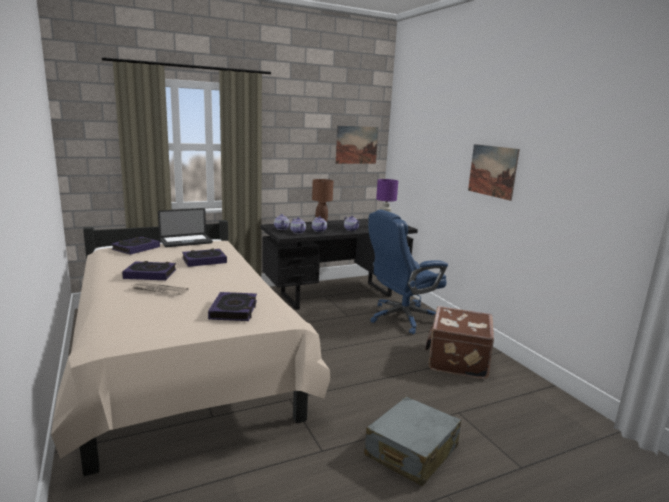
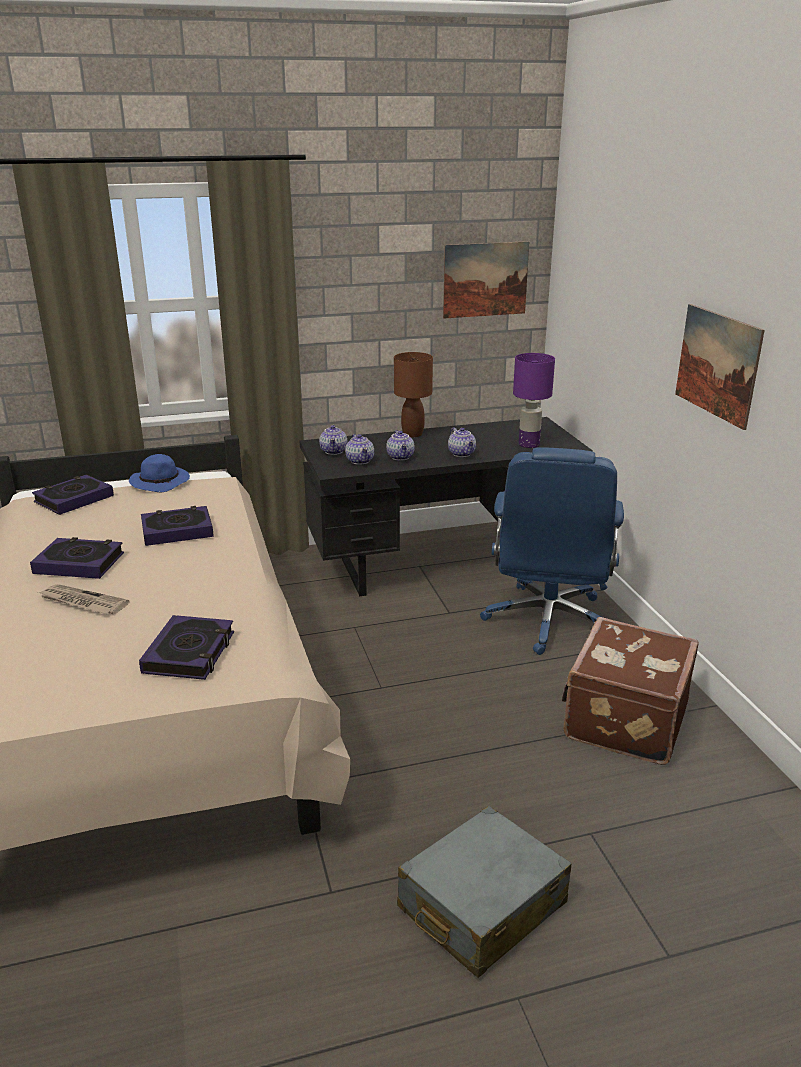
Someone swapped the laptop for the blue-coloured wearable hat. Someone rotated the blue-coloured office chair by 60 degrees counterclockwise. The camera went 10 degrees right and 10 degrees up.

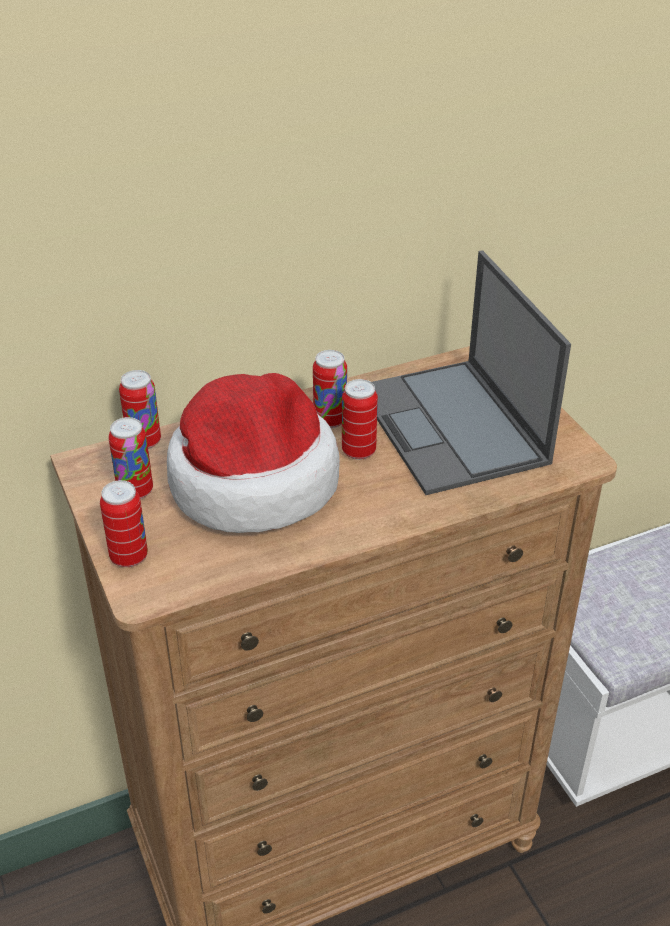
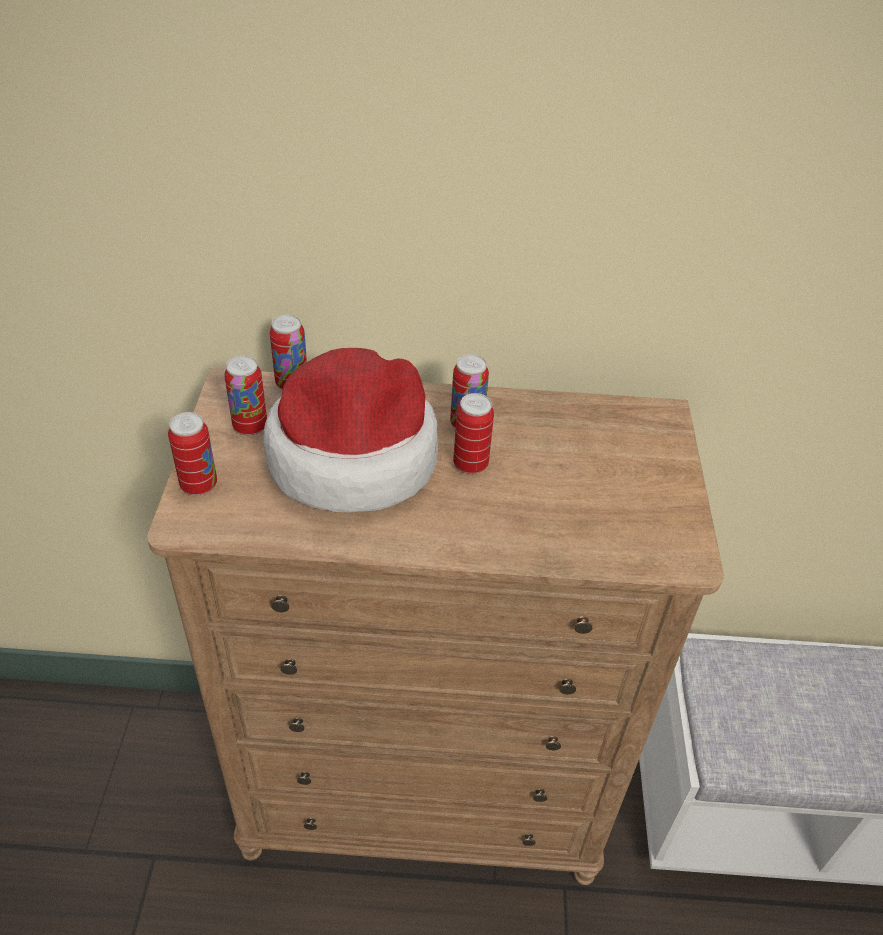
Someone took away the laptop. The camera went 25 degrees right and 5 degrees up.

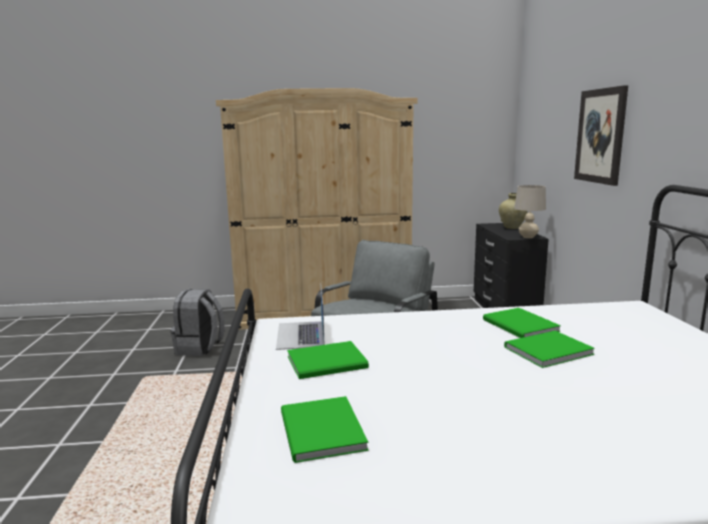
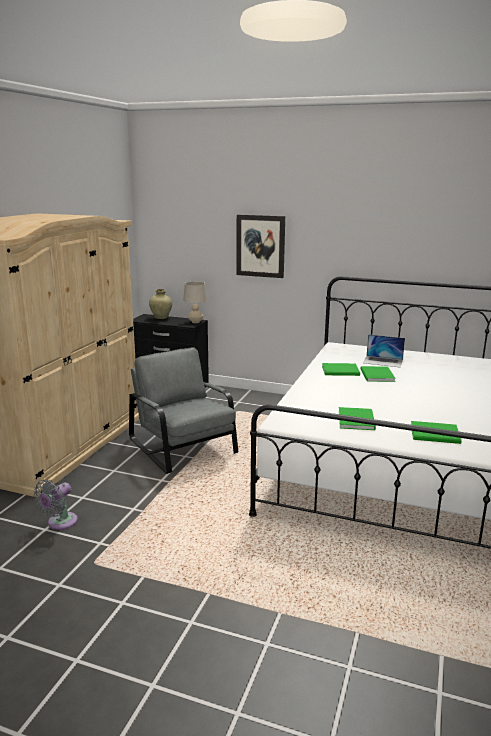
Someone carried the laptop. Someone swapped the gray backpack for the gray fan. The camera went 65 degrees left and 5 degrees up.

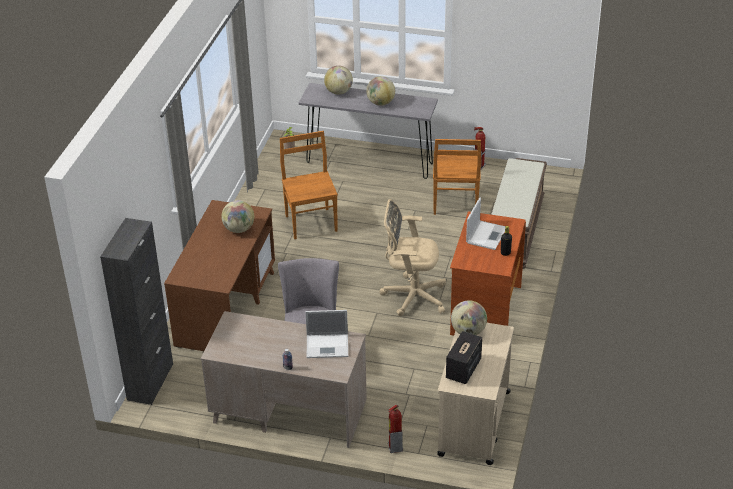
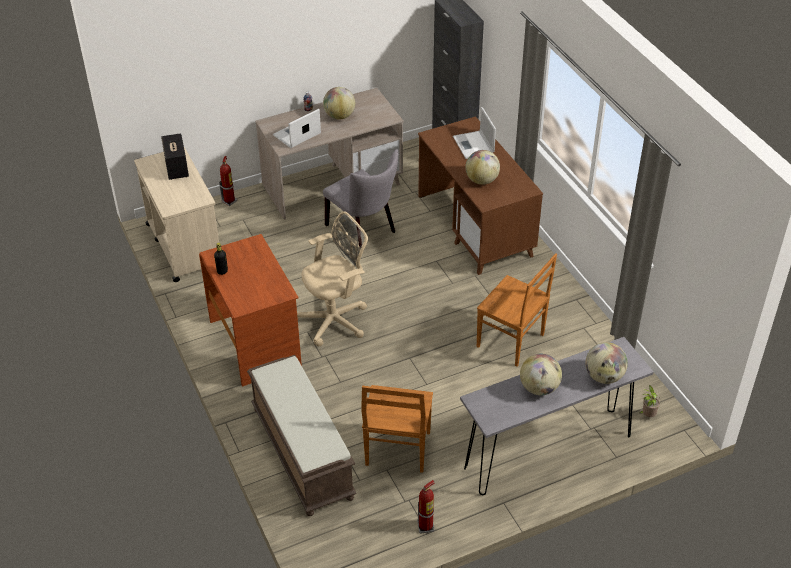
Someone rotated the brownish chair (2nd from left in the first image) by 135 degrees counterclockwise. Someone carried the laptop (2nd from left). Someone carried the desk globe (4th from left in the first image). The camera went 140 degrees right and 5 degrees up.

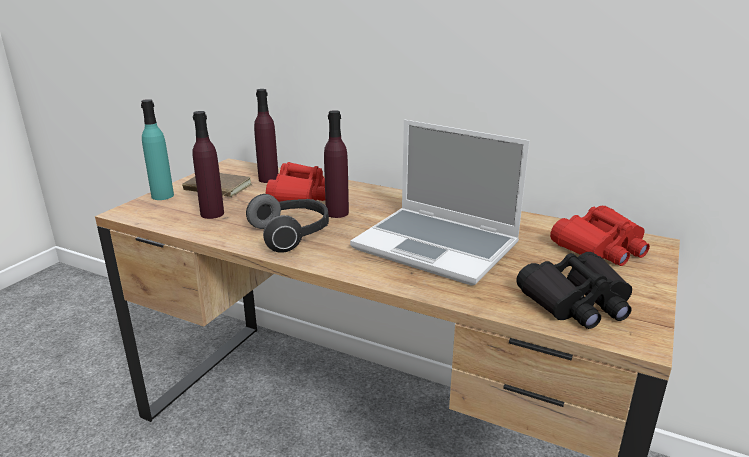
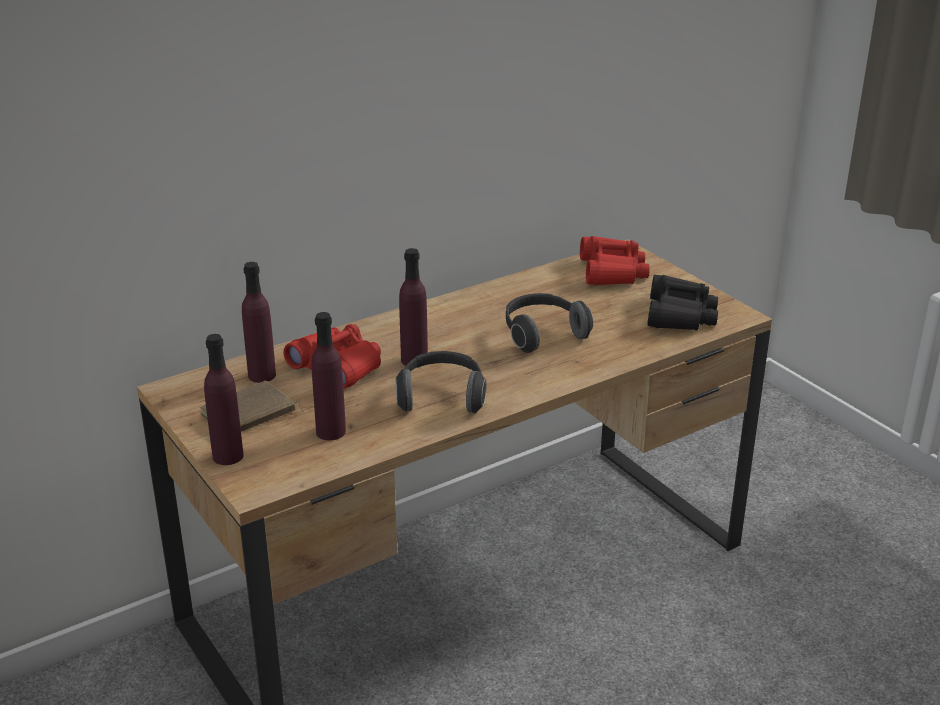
Someone repainted the turquoise-coloured bottle, which became the purple-coloured bottle (1st from left). Someone swapped the laptop for the headphones (2nd from left). The camera went 60 degrees left and 5 degrees up.

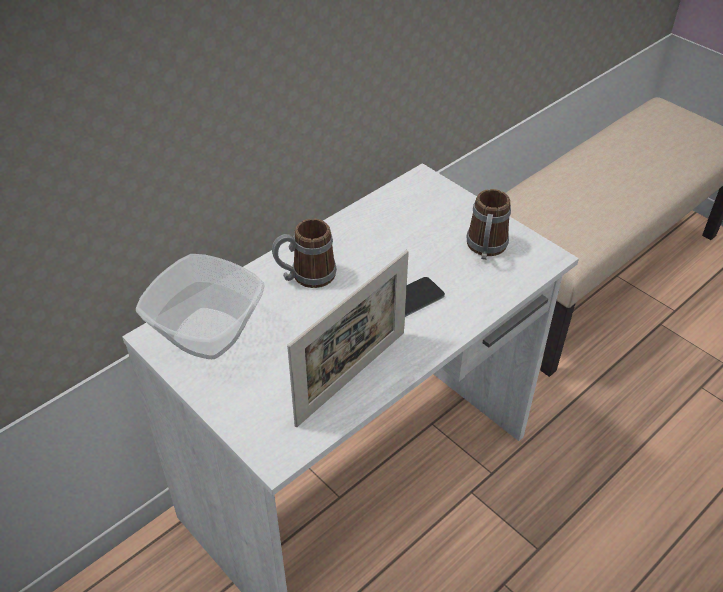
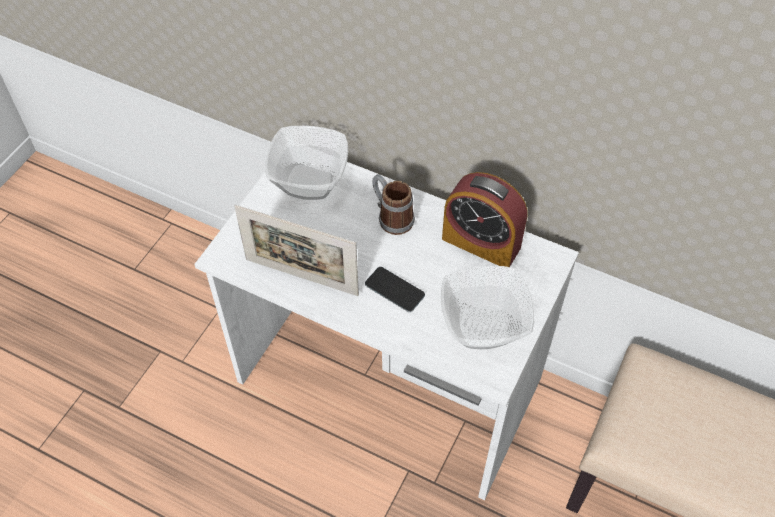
Someone swapped the tea mug (2nd from left) for the serving bowl (2nd from left). Someone put down the bedside clock. The camera went 70 degrees right and 10 degrees up.

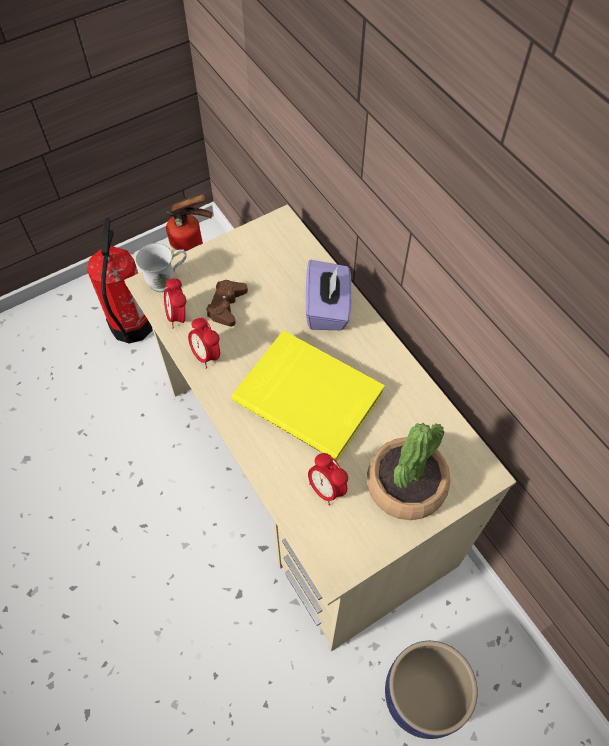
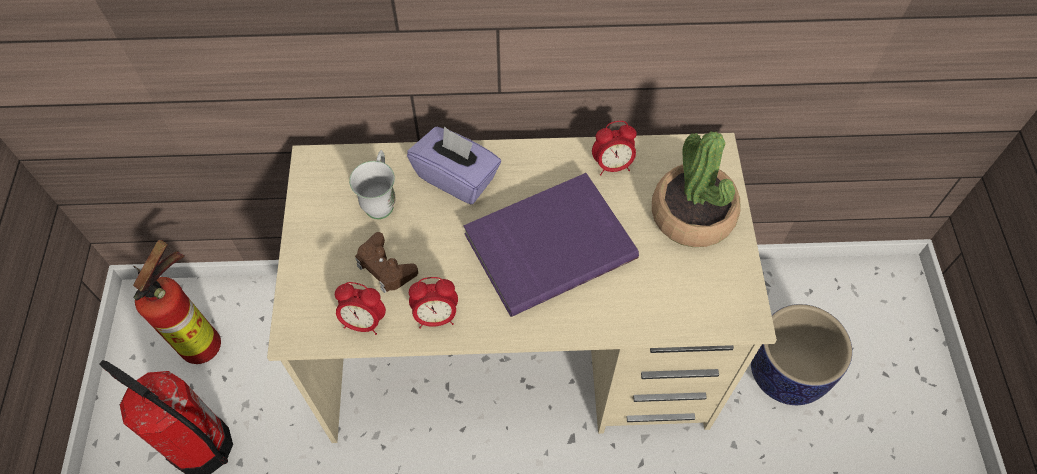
Someone carried the whitish tea mug. Someone repainted the yellow volume, which became the purple-coloured volume. Someone carried the bedside clock (3rd from left). The camera went 60 degrees left and 0 degrees up.

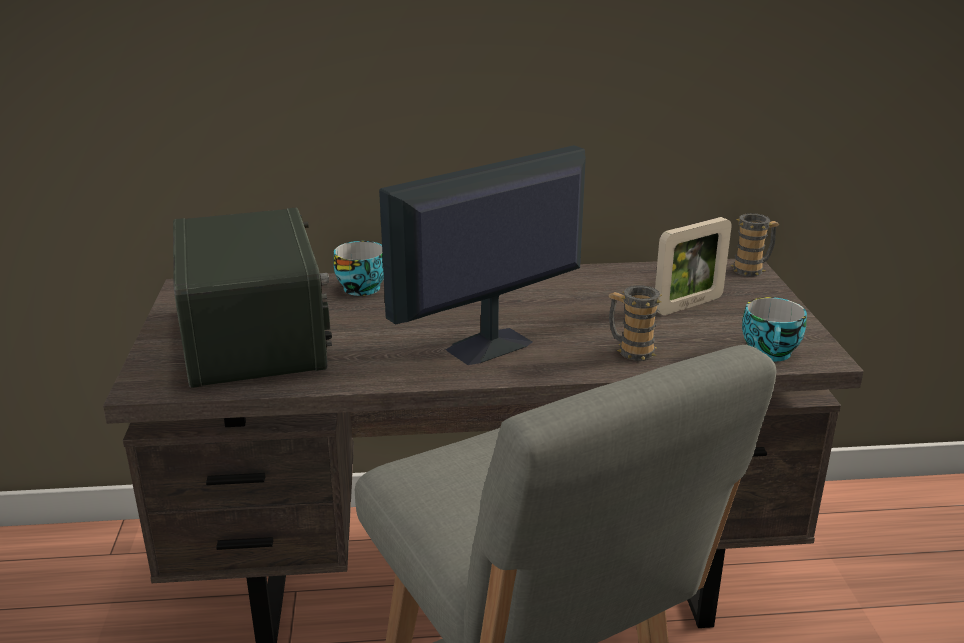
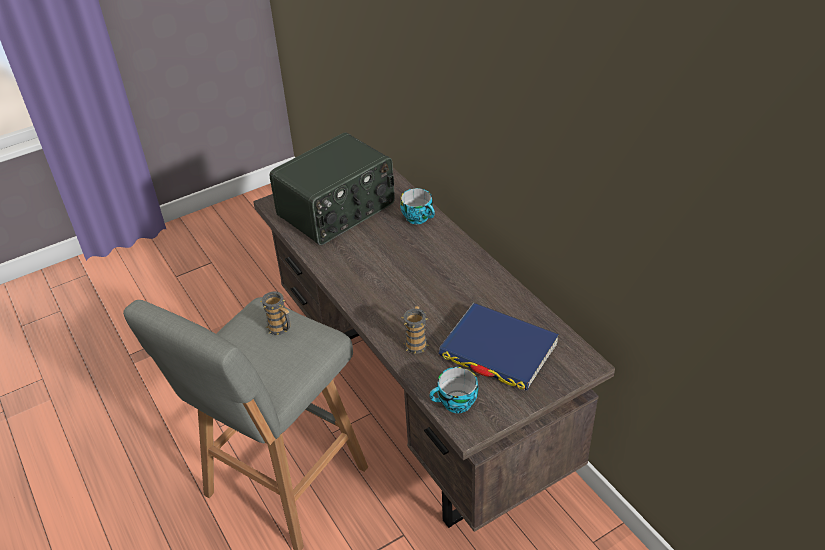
Someone took away the computer screen. Someone carried the tea mug (2nd from left in the first image). Someone swapped the picture frame for the blue-coloured volume. The camera went 65 degrees right and 15 degrees up.

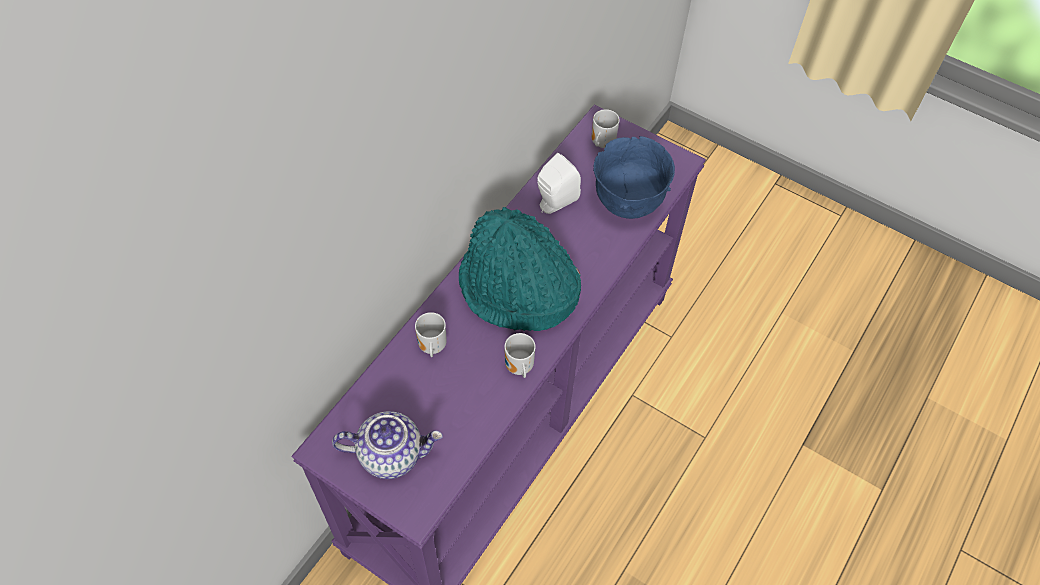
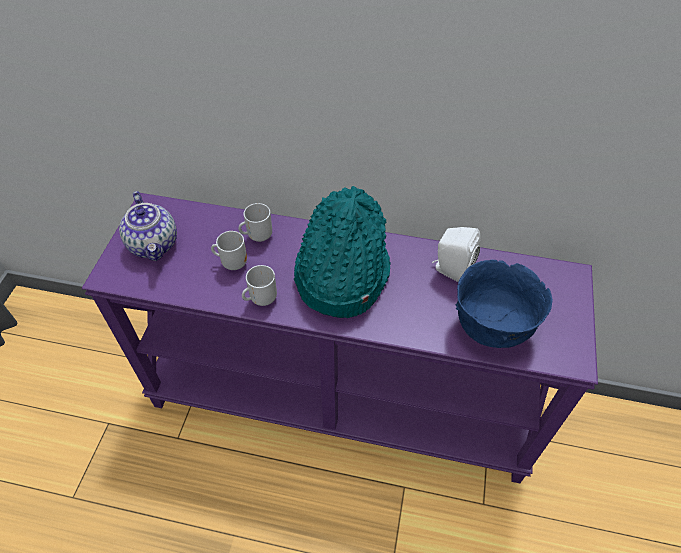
Someone carried the tea mug (3rd from left in the first image). The camera went 70 degrees right and 5 degrees down.

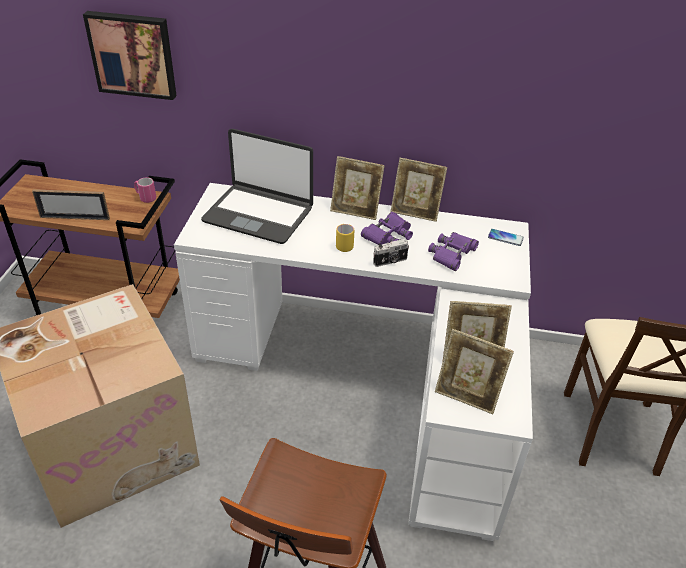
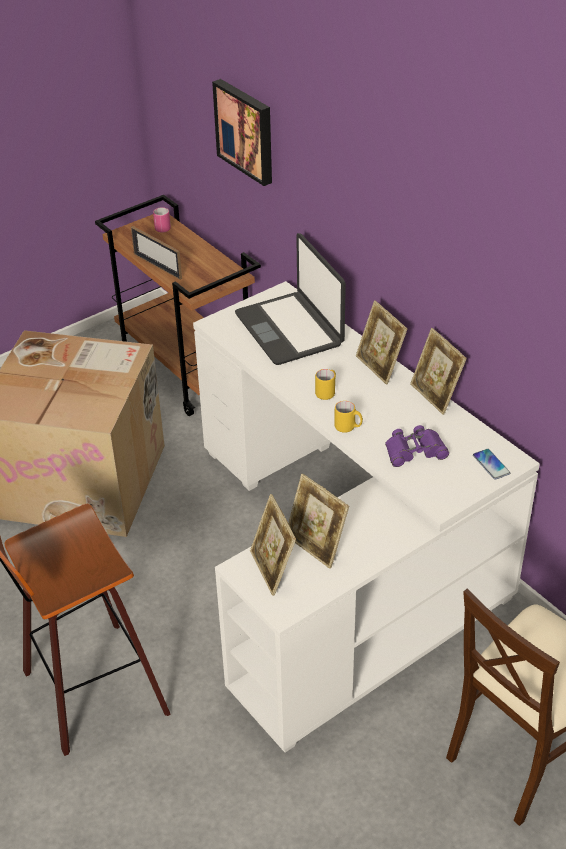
Someone carried the pink-coloured tea mug. Someone took away the purple-coloured field glasses (1st from left). Someone swapped the photo camera for the yellow tea mug (2nd from left). The camera went 45 degrees right and 0 degrees up.

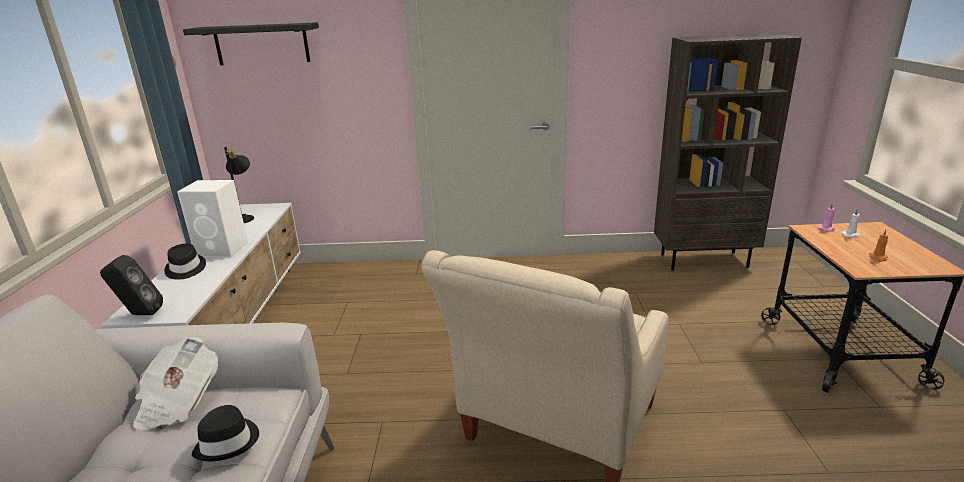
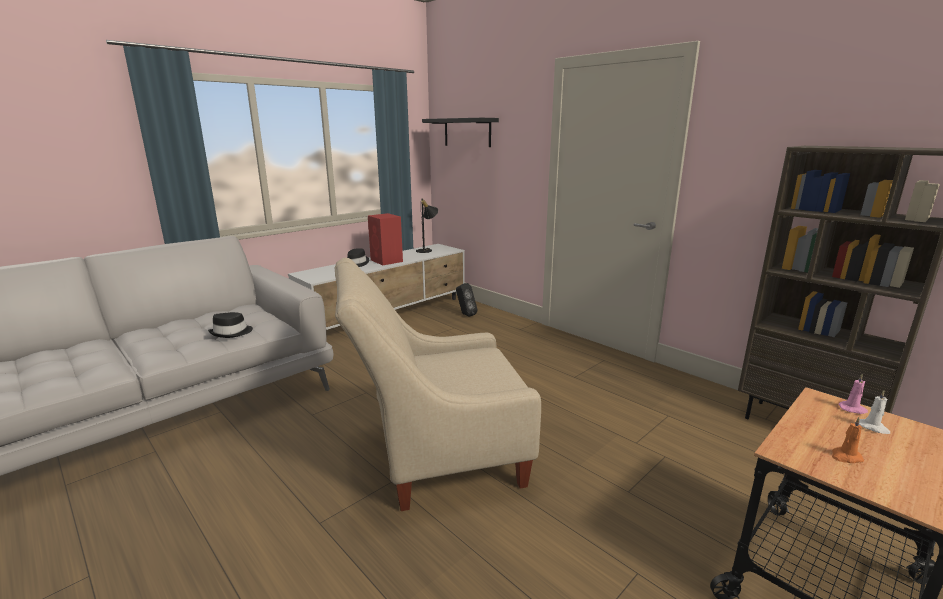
Someone repainted the whitish speaker, which became the red-coloured speaker. Someone carried the black-coloured speaker. Someone took away the daily paper. The camera went 45 degrees right and 5 degrees down.

